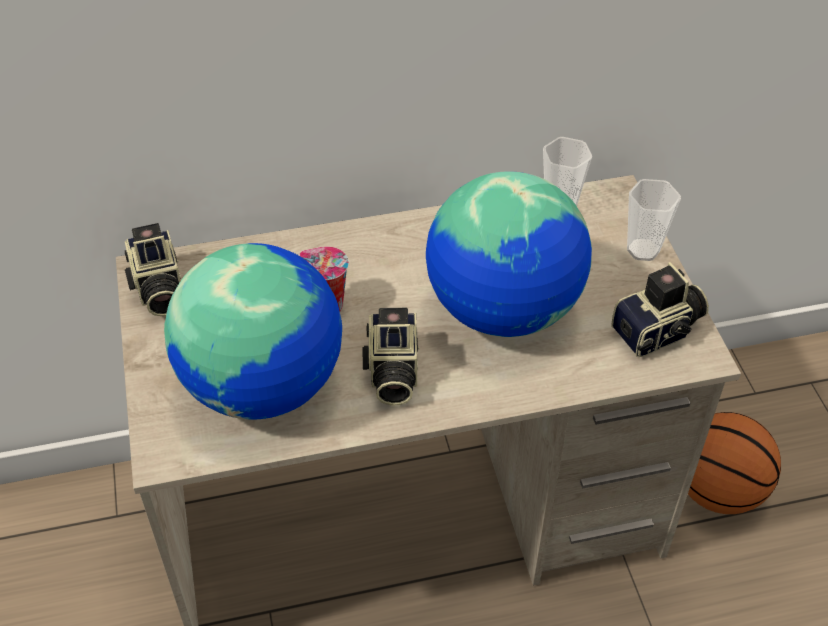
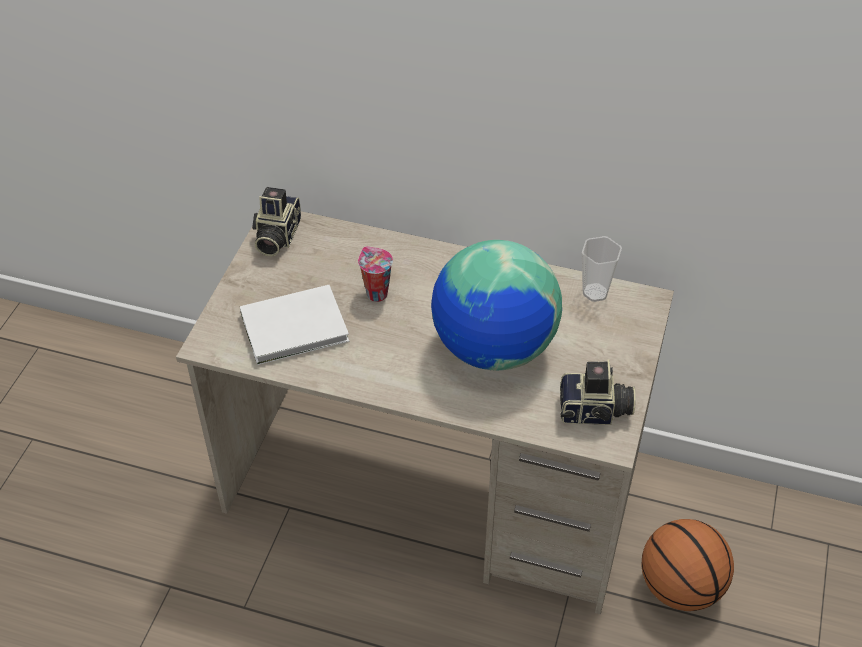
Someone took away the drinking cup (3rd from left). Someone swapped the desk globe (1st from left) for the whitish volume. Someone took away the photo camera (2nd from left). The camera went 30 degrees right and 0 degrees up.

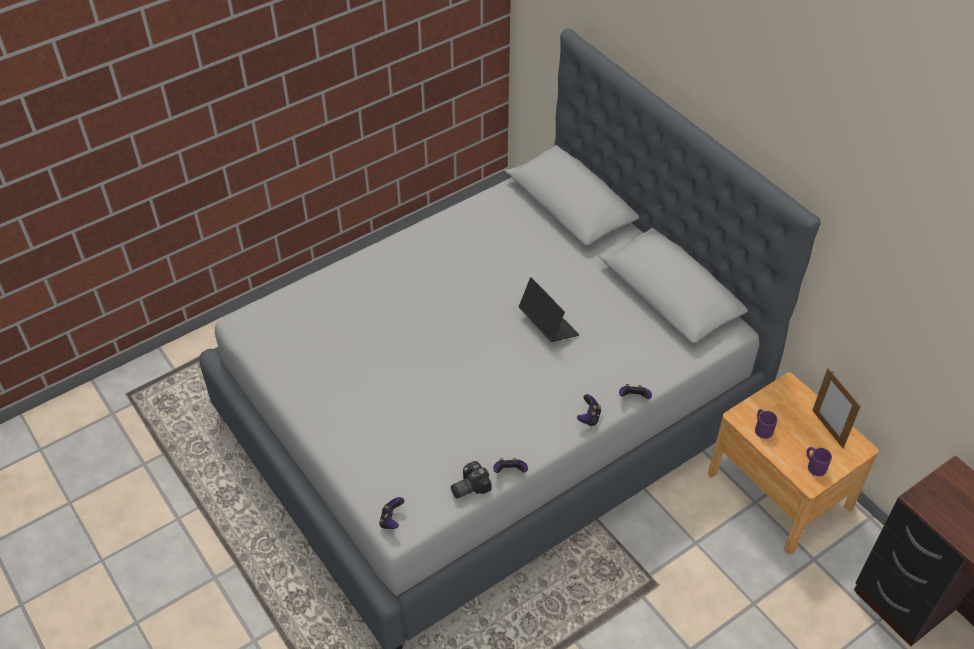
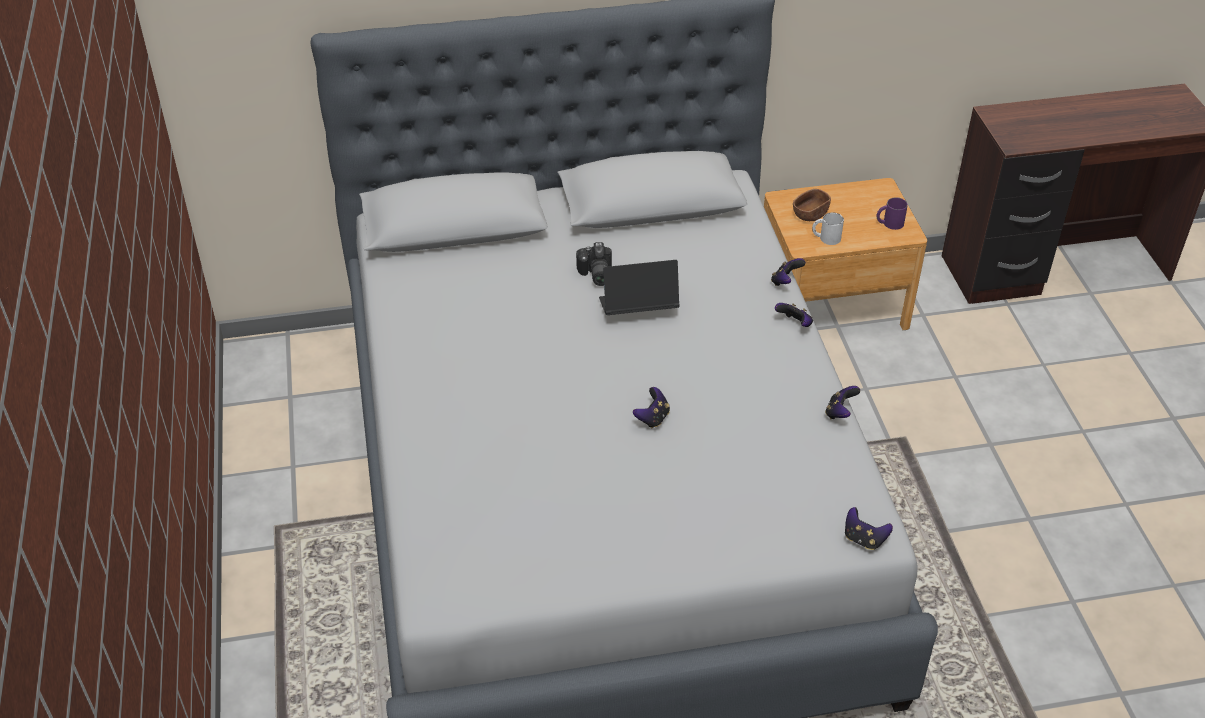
Someone took away the picture frame. Someone repainted the purple-coloured tea mug (1st from left), which became the whitish tea mug. Someone carried the photo camera. Someone put down the brownish serving bowl. Someone put down the joypad (1st from left). The camera went 65 degrees left and 5 degrees down.

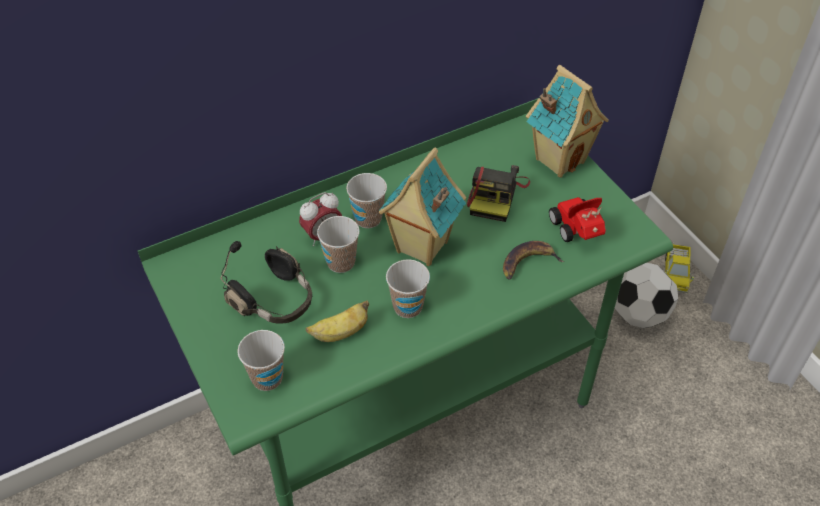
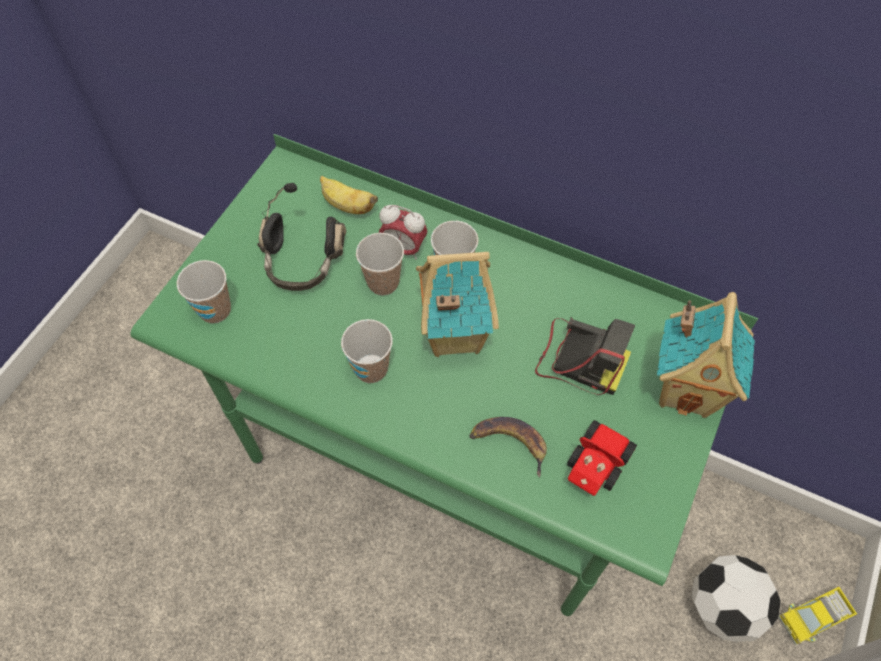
Someone rotated the photo camera by 135 degrees counterclockwise. Someone carried the whole banana (1st from left). The camera went 55 degrees right and 10 degrees up.

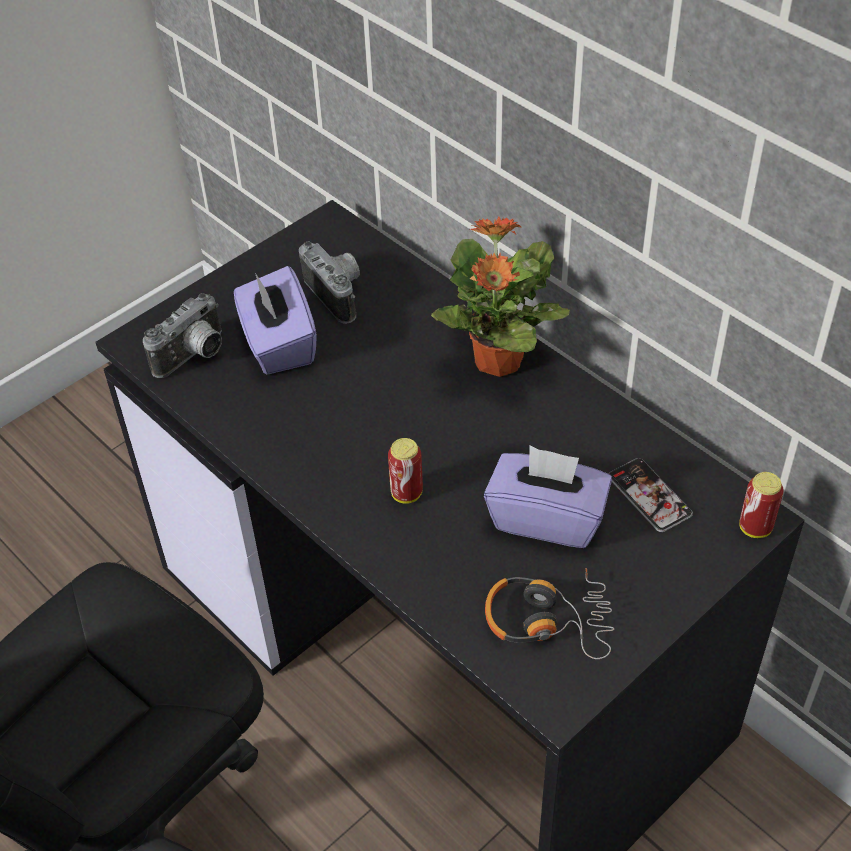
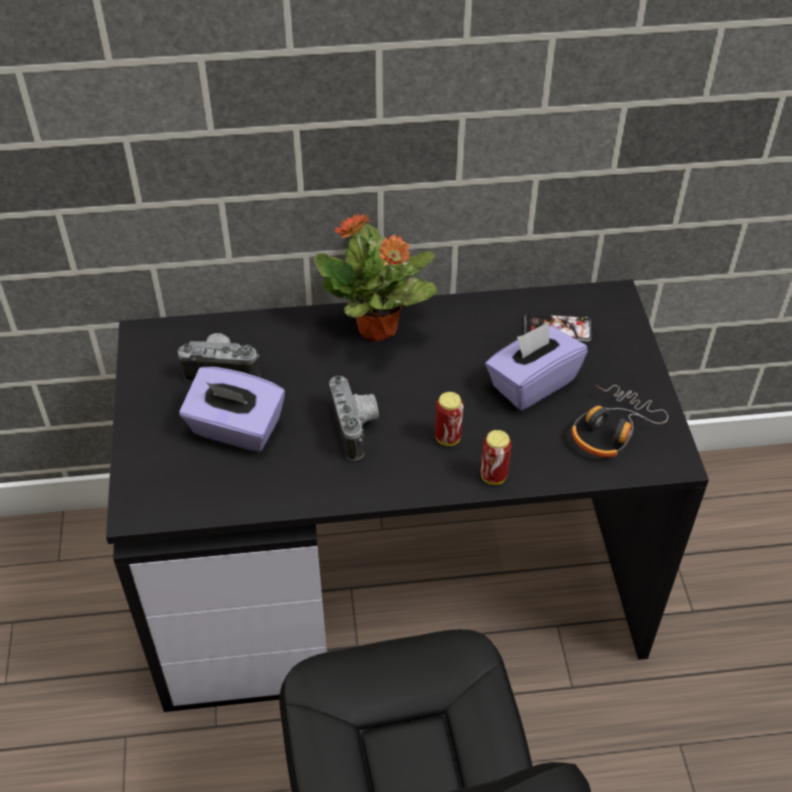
Someone carried the photo camera (1st from left in the first image). Someone carried the sealed can (2nd from left). The camera went 55 degrees left and 0 degrees up.

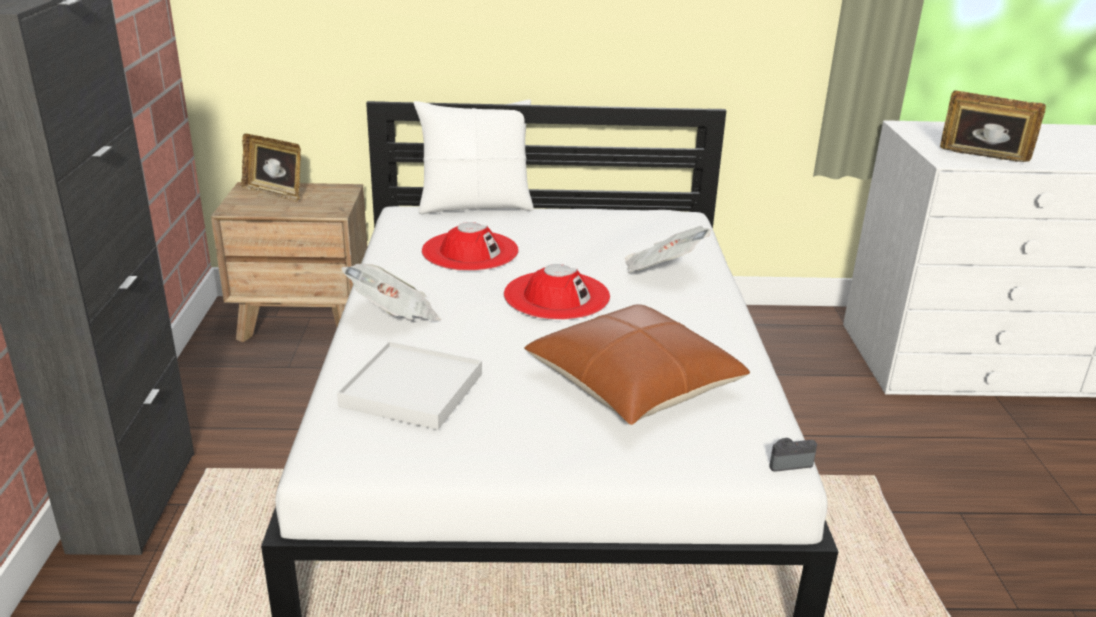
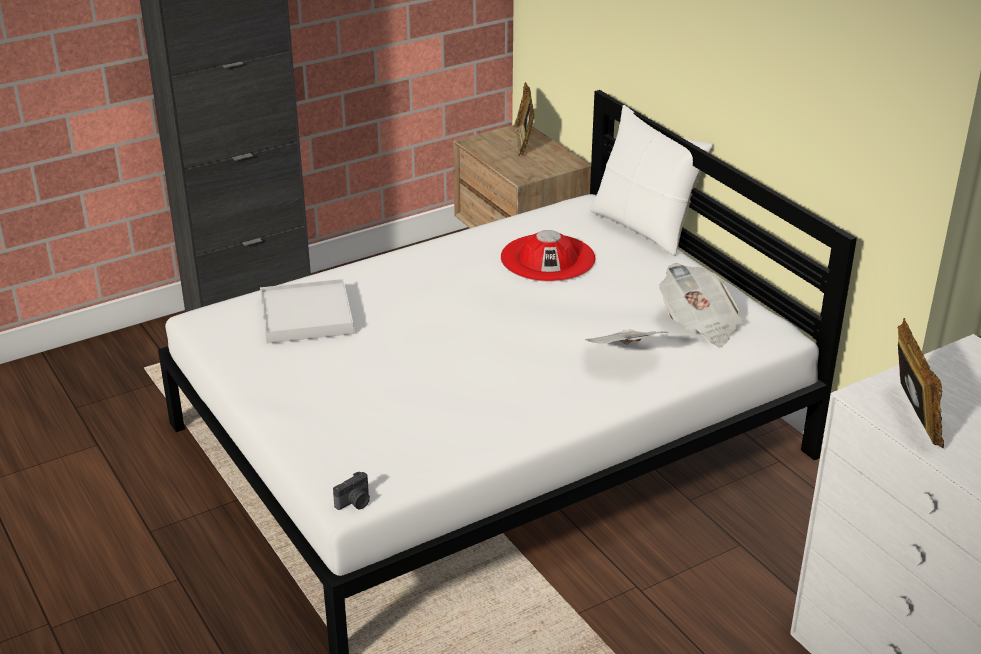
Someone carried the daily paper (1st from left in the first image). Someone took away the red-coloured wearable hat (2nd from left). Someone took away the brownish pillow. Someone rotated the photo camera by 90 degrees clockwise. The camera went 60 degrees right and 5 degrees up.

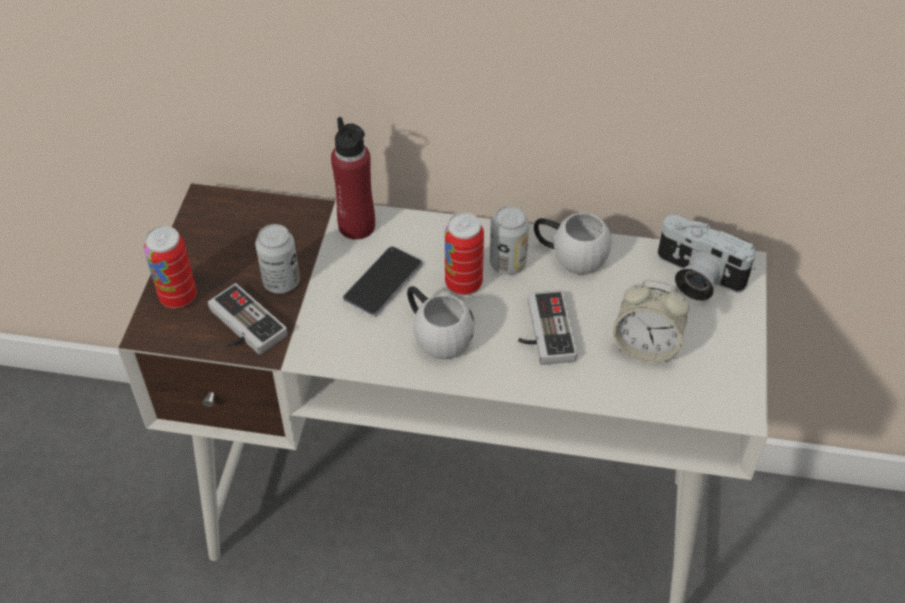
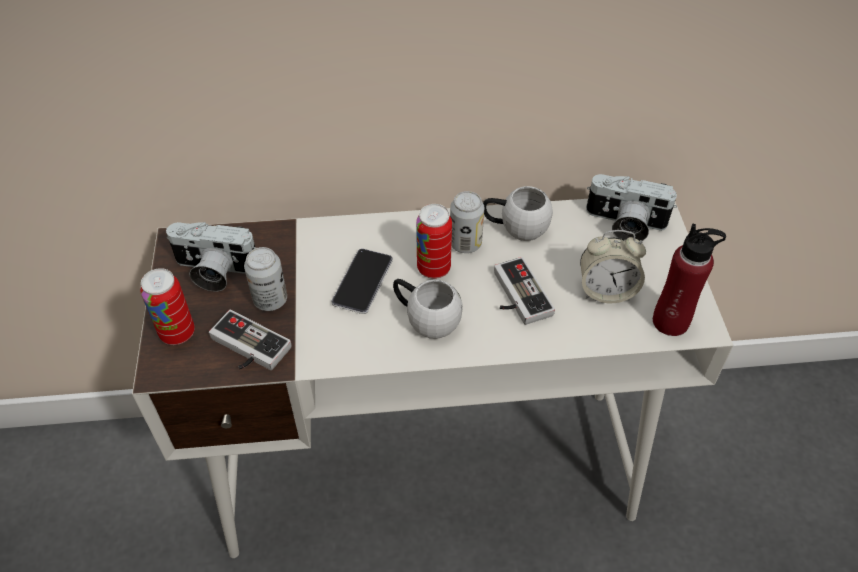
Someone carried the red-coloured bottle. Someone put down the photo camera (1st from left). The camera went 15 degrees left and 0 degrees up.

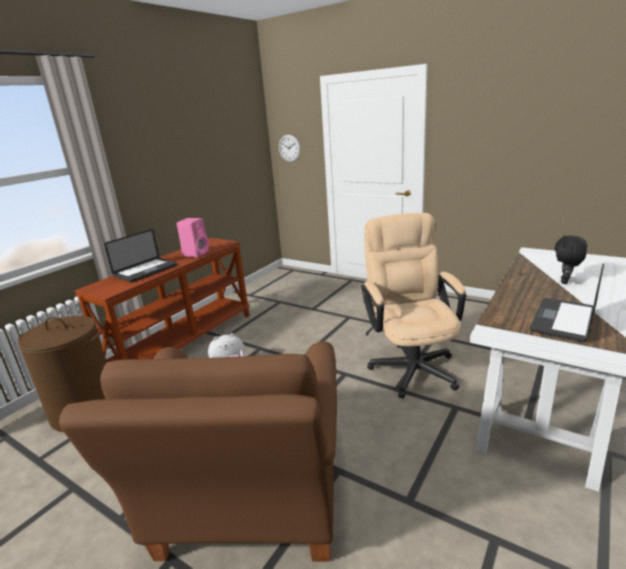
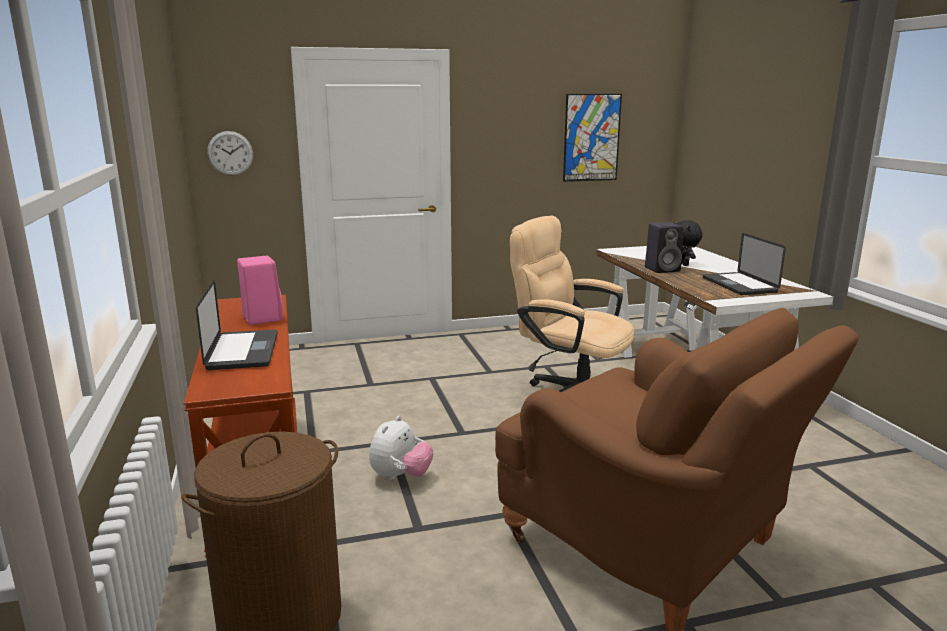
Someone put up the picture. Someone put down the black-coloured speaker. The camera went 50 degrees left and 5 degrees down.

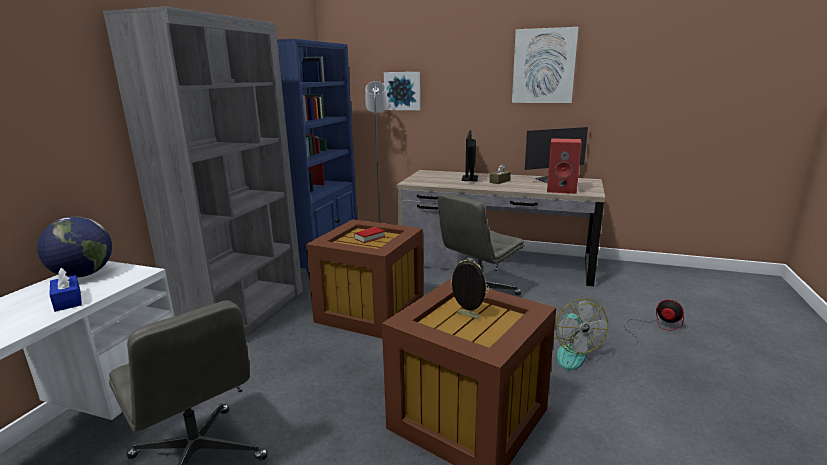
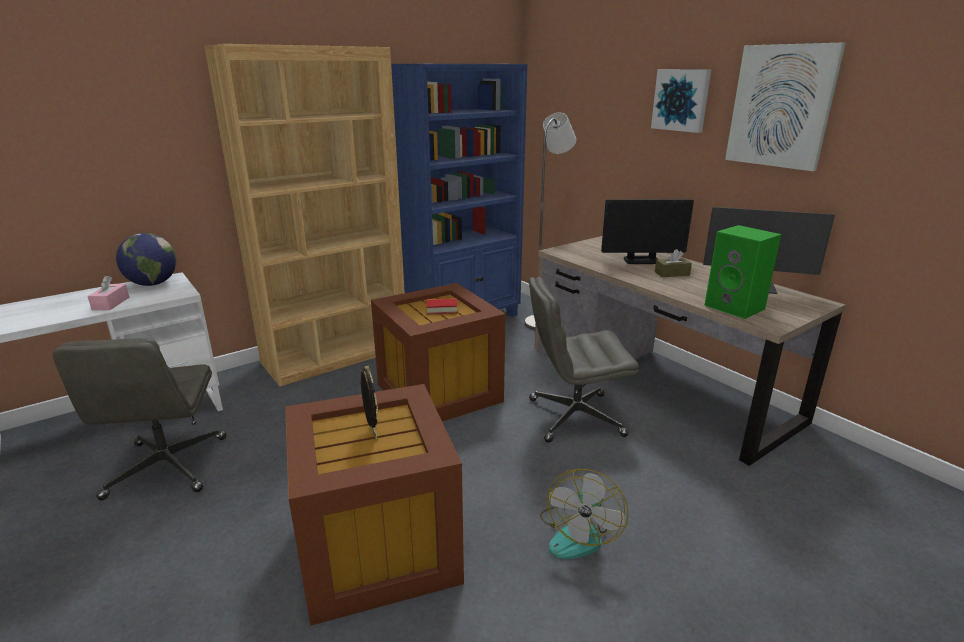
Someone repainted the gray bookshelf, which became the brownish bookshelf. Someone carried the picture (1st from left). Someone rotated the computer screen (1st from left) by 135 degrees counterclockwise. Someone repainted the red-coloured speaker, which became the green speaker. Someone repainted the blue-coloured tissue holder, which became the pink-coloured tissue holder. Someone took away the fan (2nd from left). The camera went 35 degrees right and 5 degrees up.

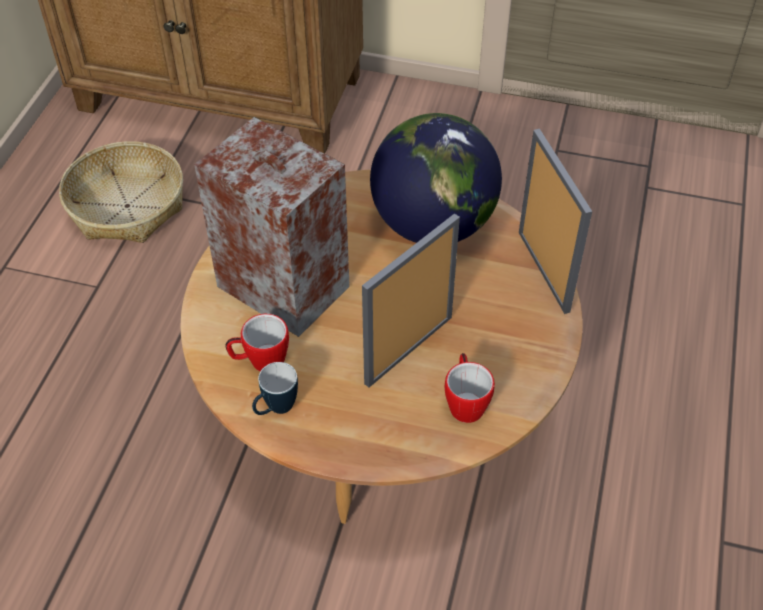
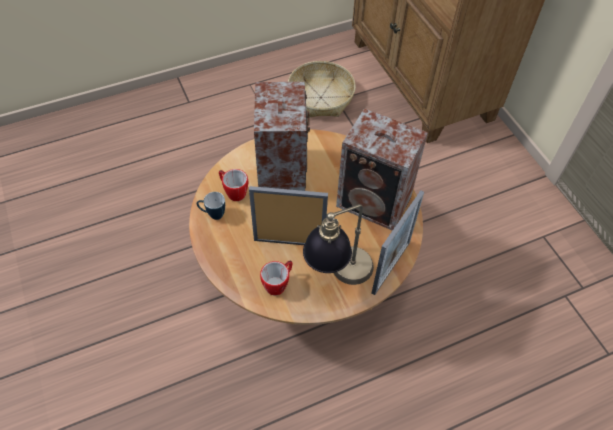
Someone swapped the desk globe for the speaker (2nd from left). Someone put down the table lamp. The camera went 50 degrees right and 5 degrees up.

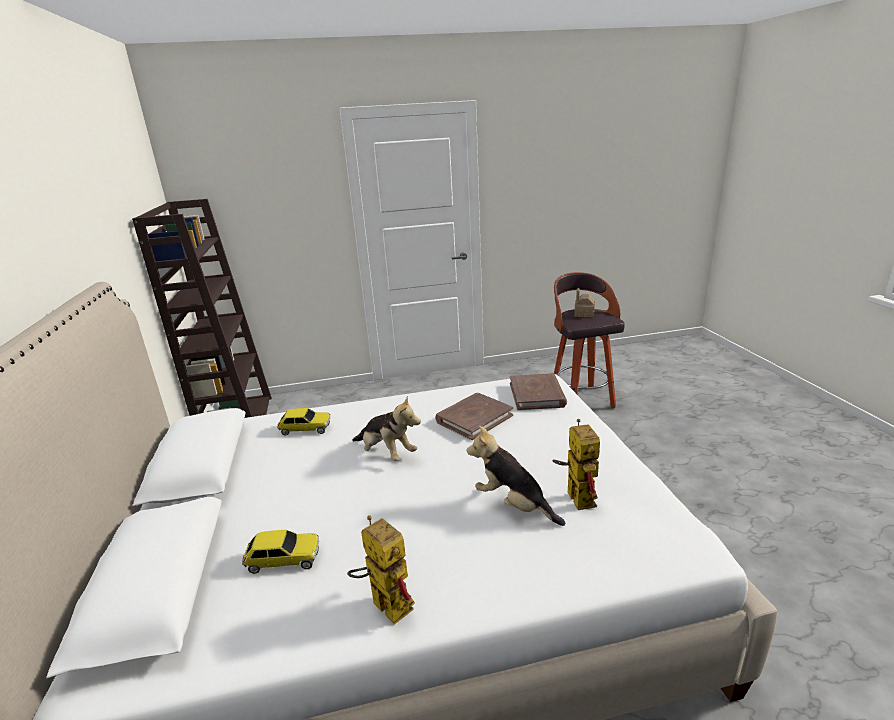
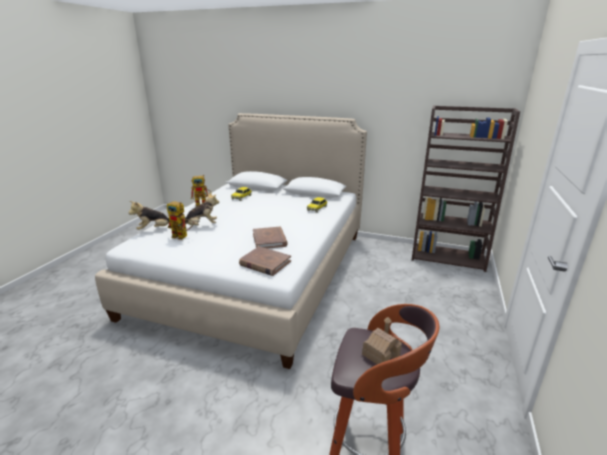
Someone carried the soft toy (1st from left). The camera went 120 degrees right and 0 degrees up.

